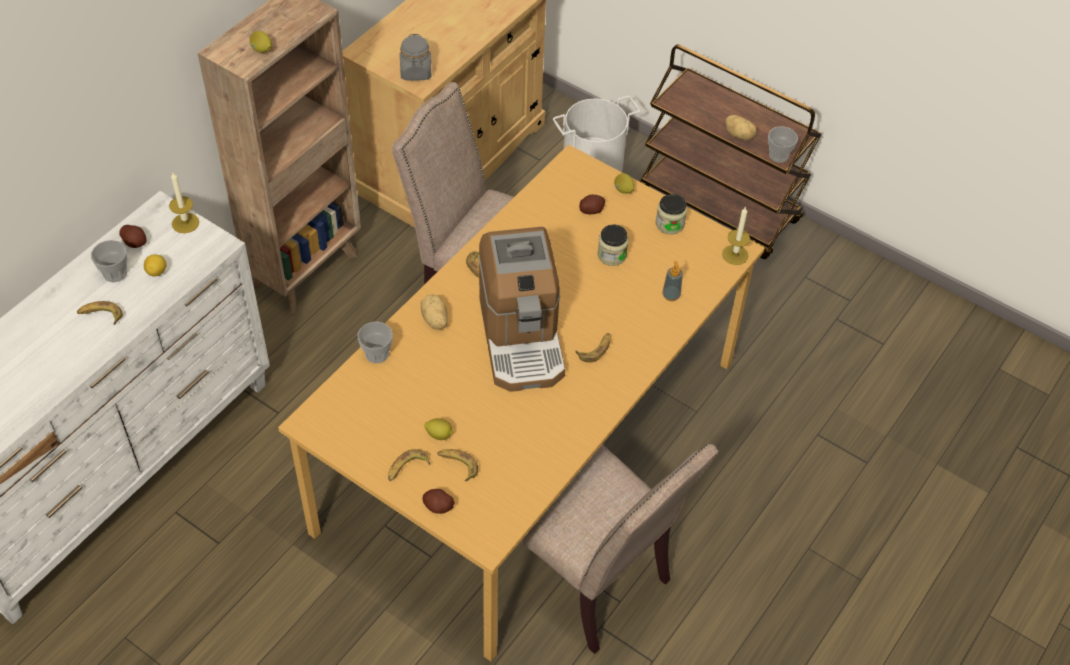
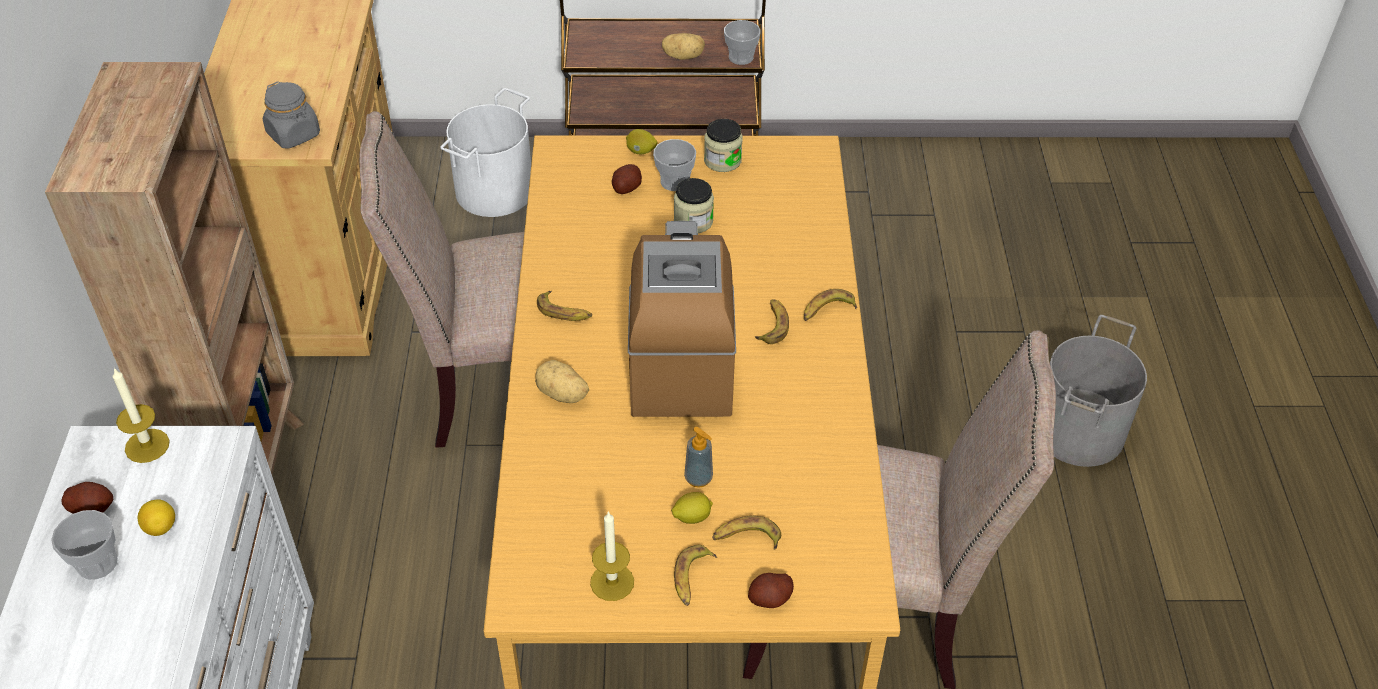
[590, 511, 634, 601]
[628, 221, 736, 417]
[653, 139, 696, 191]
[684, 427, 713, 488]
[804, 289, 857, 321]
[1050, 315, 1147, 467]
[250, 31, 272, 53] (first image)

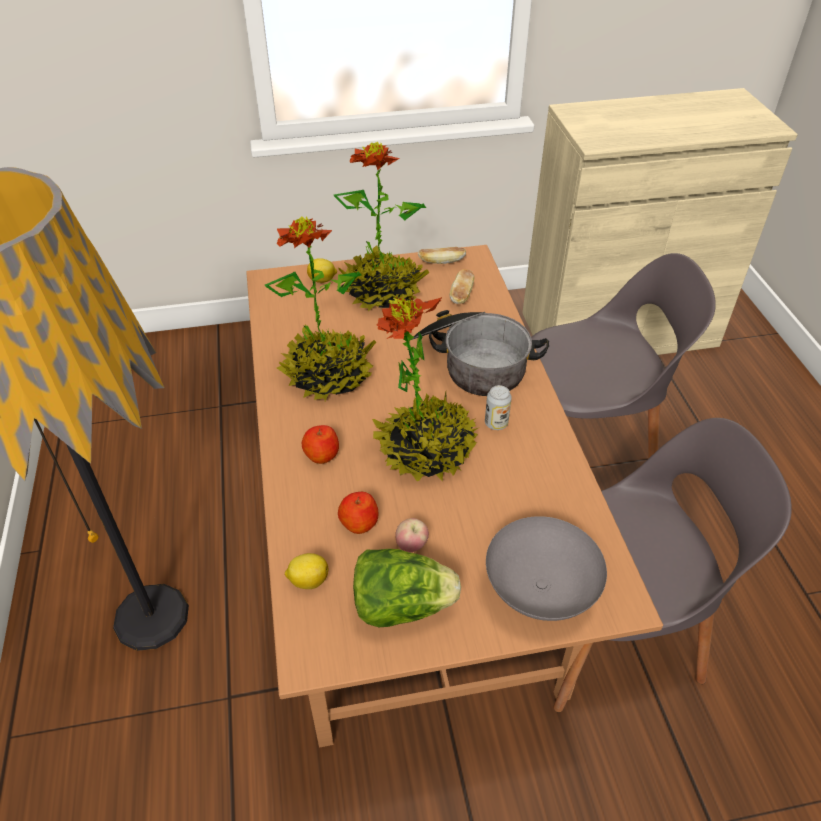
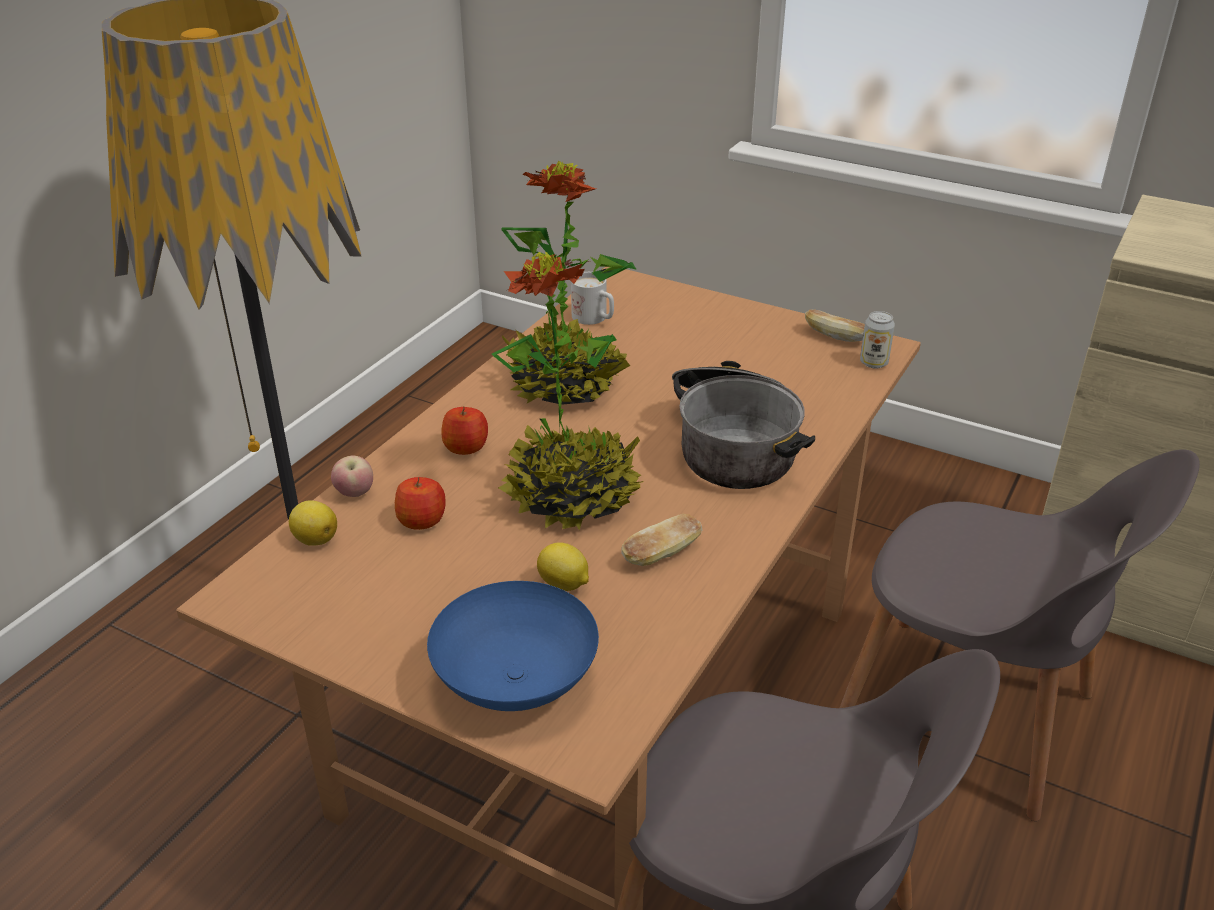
[331, 455, 373, 497]
[427, 581, 599, 711]
[537, 542, 589, 591]
[571, 272, 614, 325]
[621, 514, 702, 566]
[860, 311, 895, 369]
[334, 142, 430, 311] (first image)
[353, 549, 461, 627] (first image)

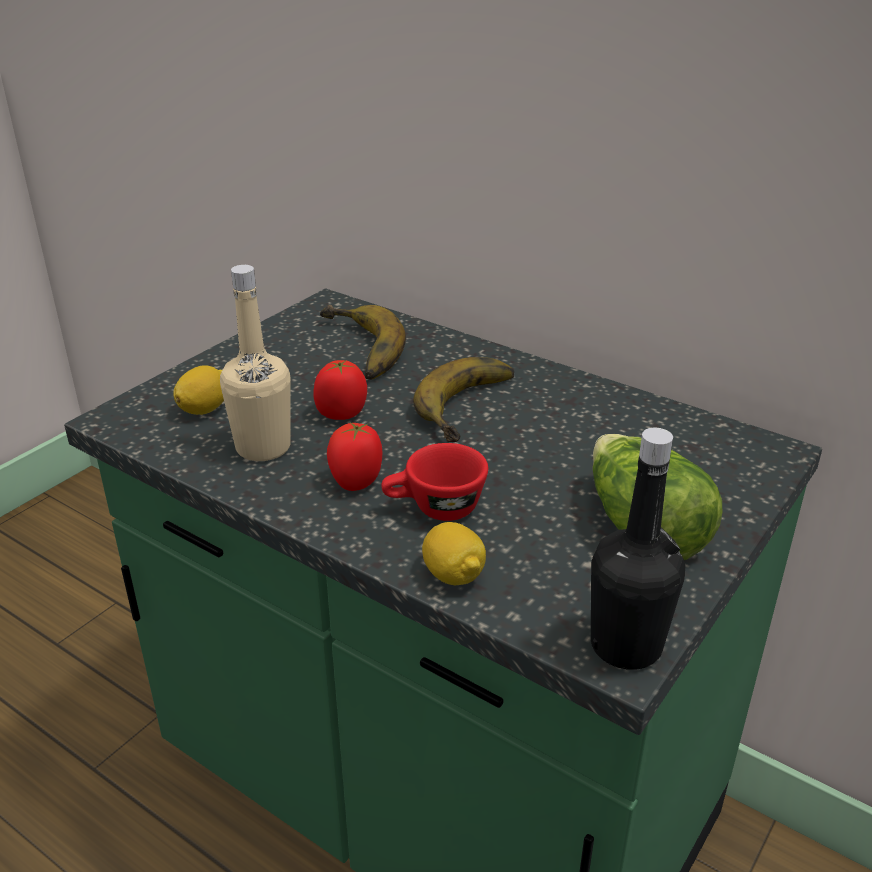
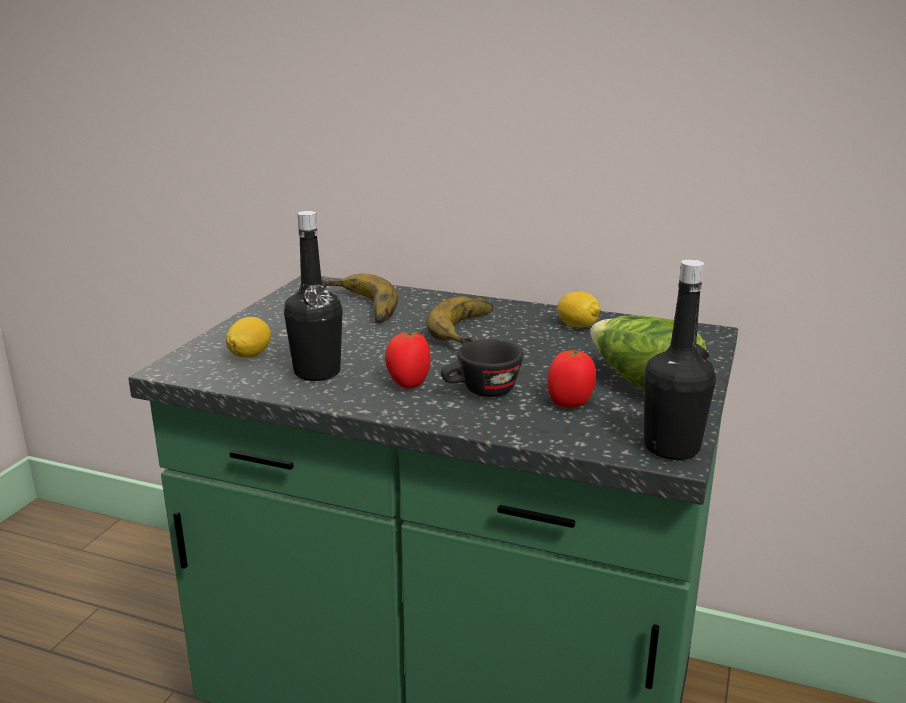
[284, 211, 343, 381]
[441, 339, 523, 397]
[547, 350, 597, 408]
[557, 291, 601, 328]

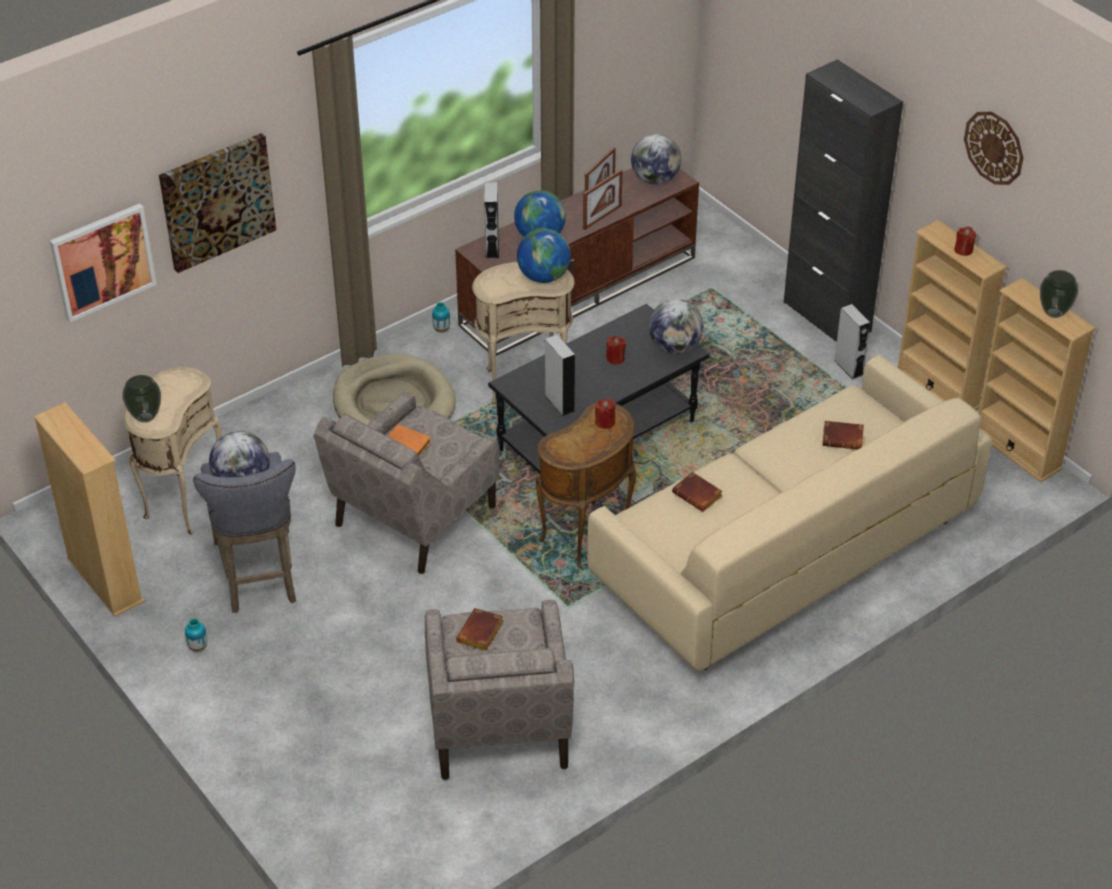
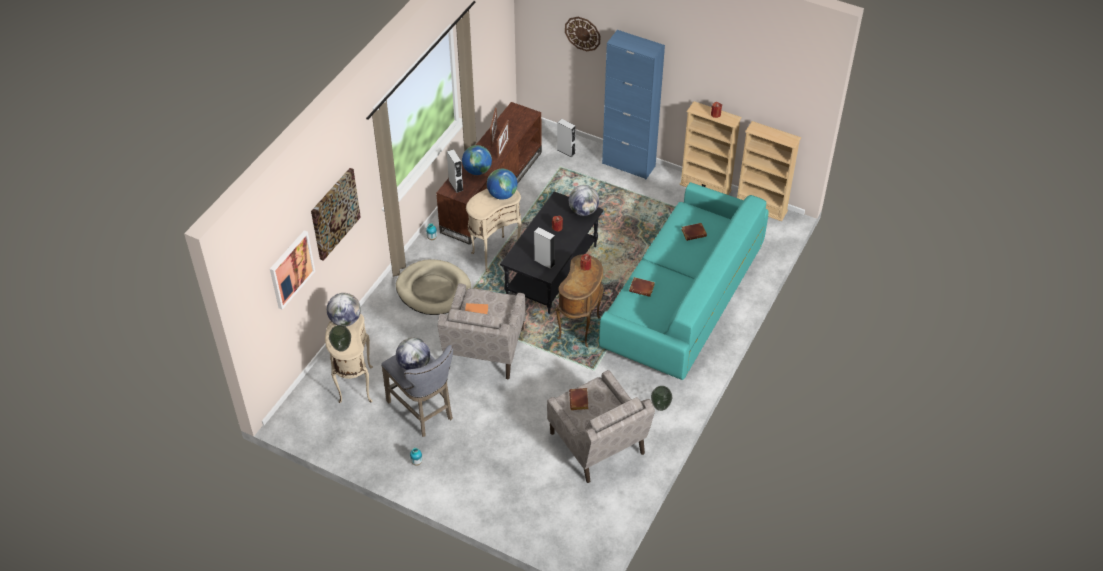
[327, 293, 361, 326]
[557, 119, 576, 157]
[565, 17, 600, 51]
[599, 182, 769, 380]
[602, 30, 665, 179]
[651, 386, 672, 411]
[34, 402, 145, 617] (first image)

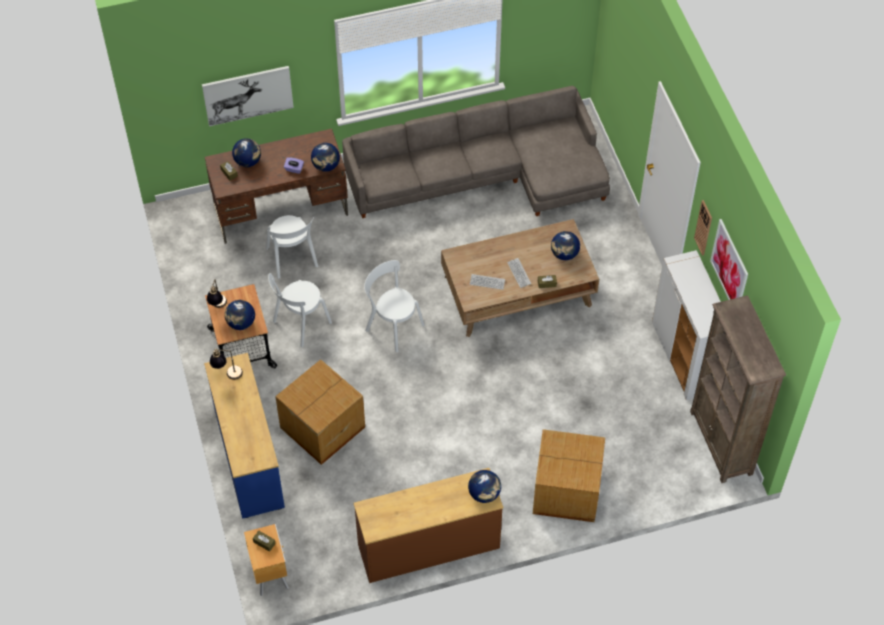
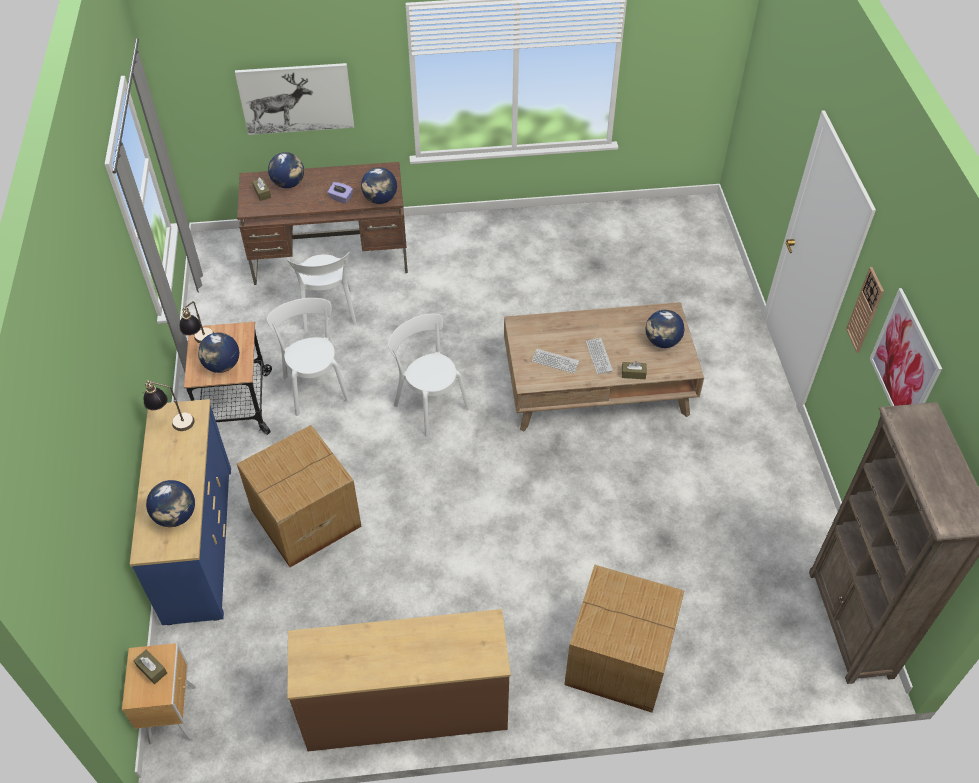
[146, 480, 195, 527]
[267, 298, 350, 416]
[342, 86, 610, 218] (first image)
[652, 250, 721, 400] (first image)

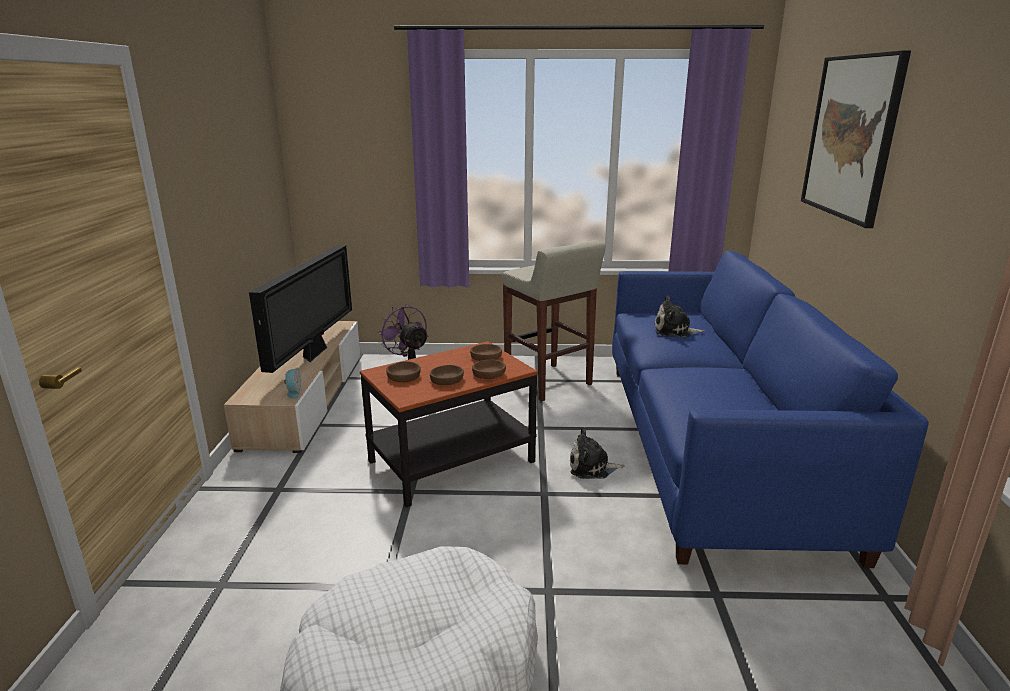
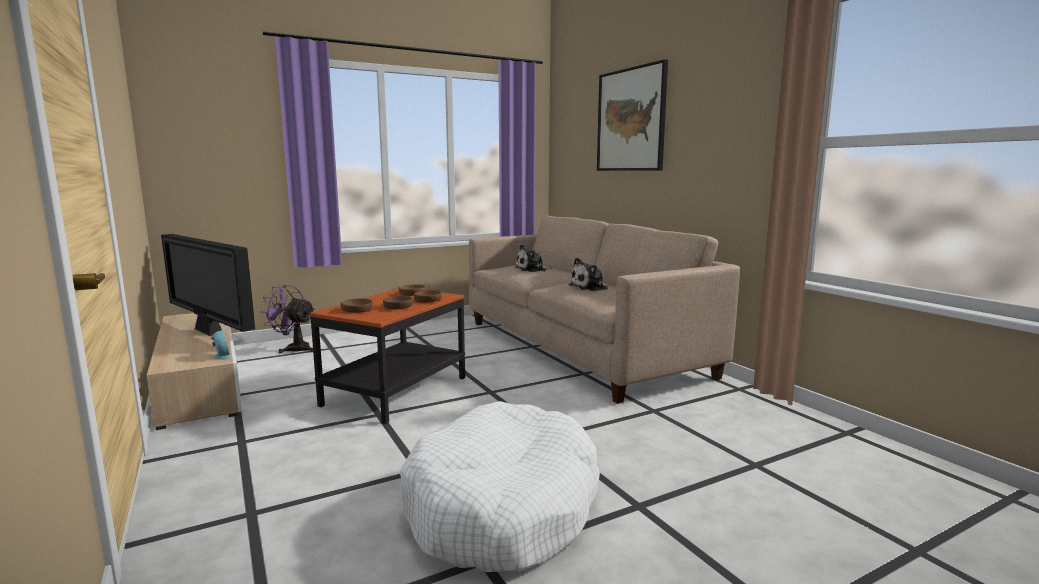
[161, 234, 255, 336]
[469, 216, 740, 404]
[568, 258, 610, 291]
[502, 240, 606, 401] (first image)

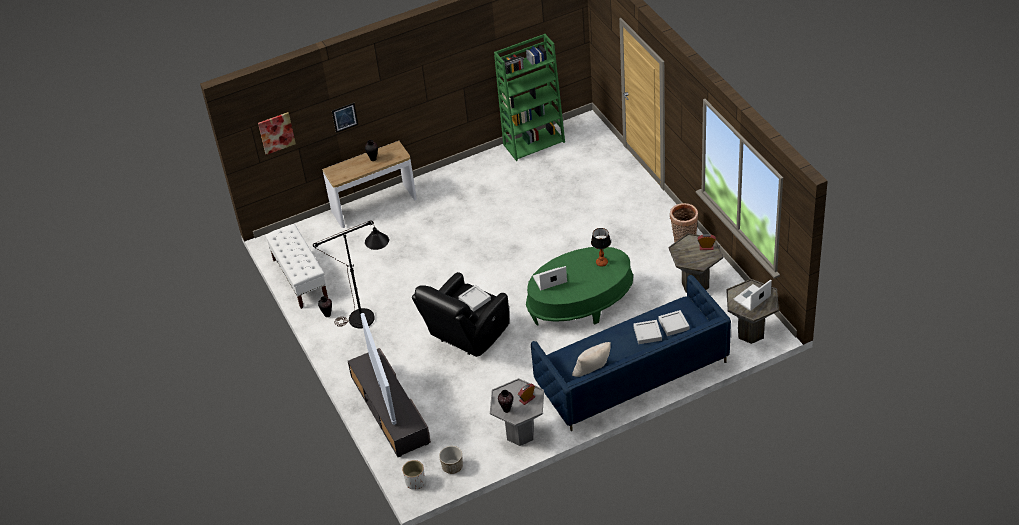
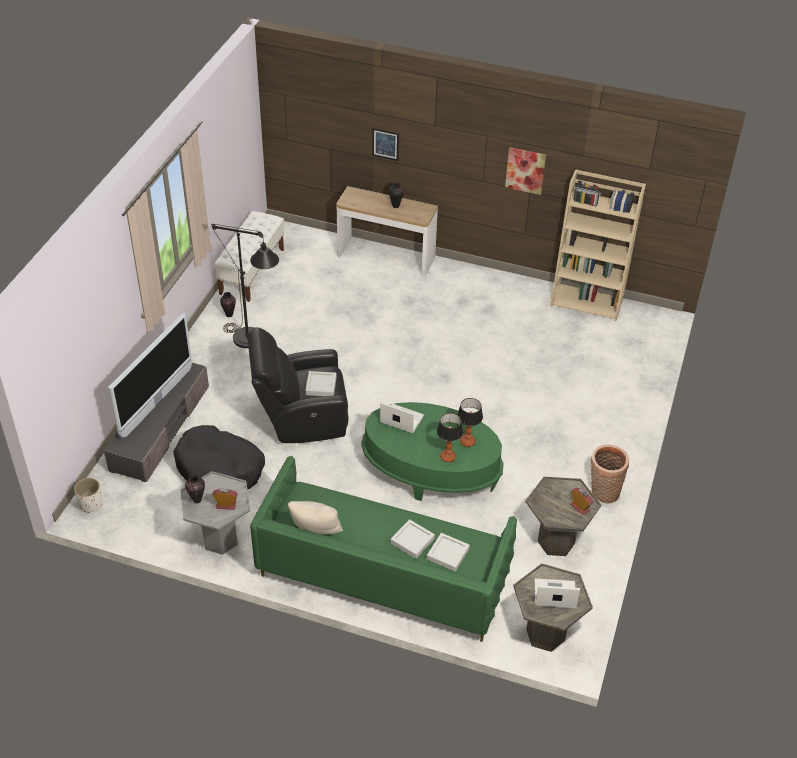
[173, 425, 265, 489]
[250, 456, 517, 642]
[437, 413, 463, 462]
[505, 147, 546, 195]
[550, 169, 646, 321]
[439, 446, 463, 474] (first image)

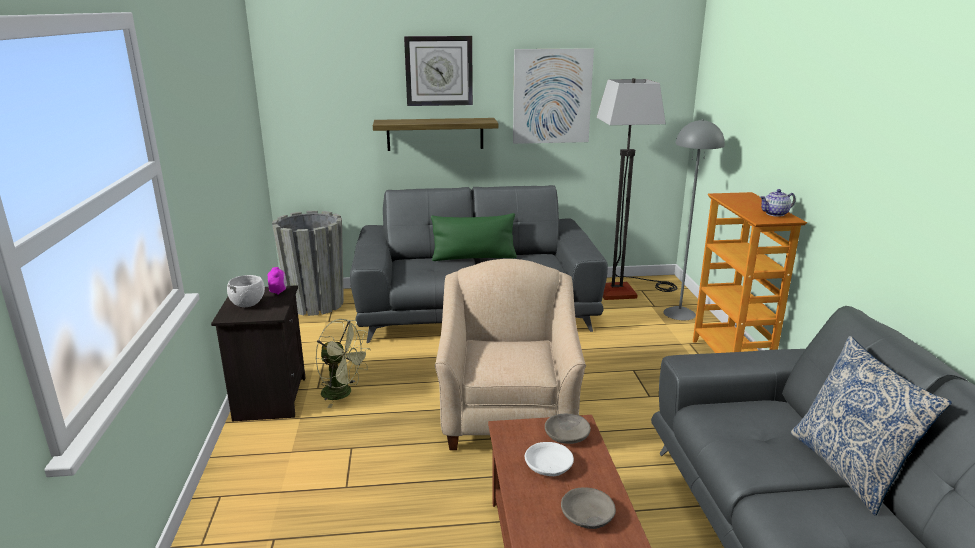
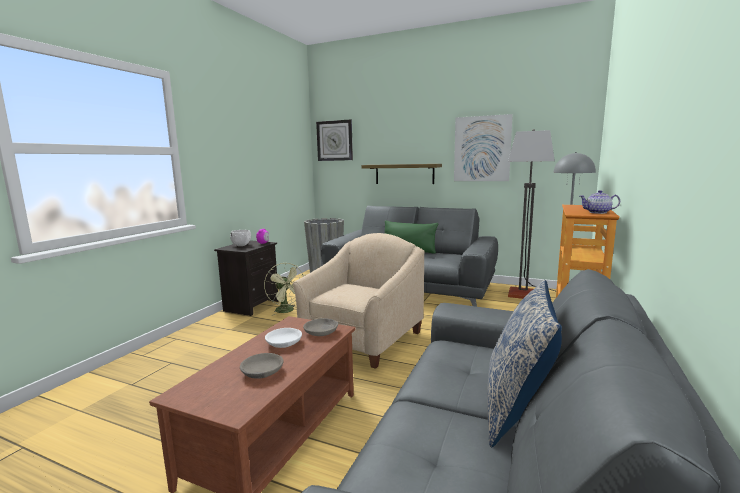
[316, 119, 353, 161]

